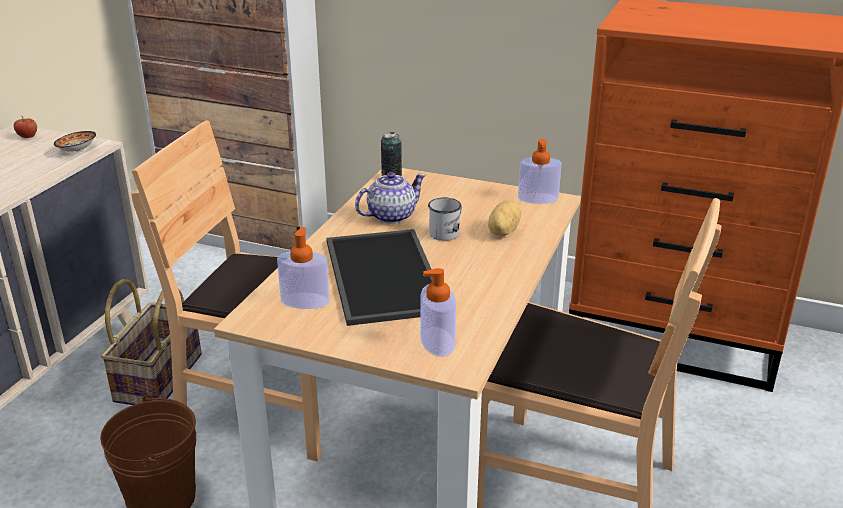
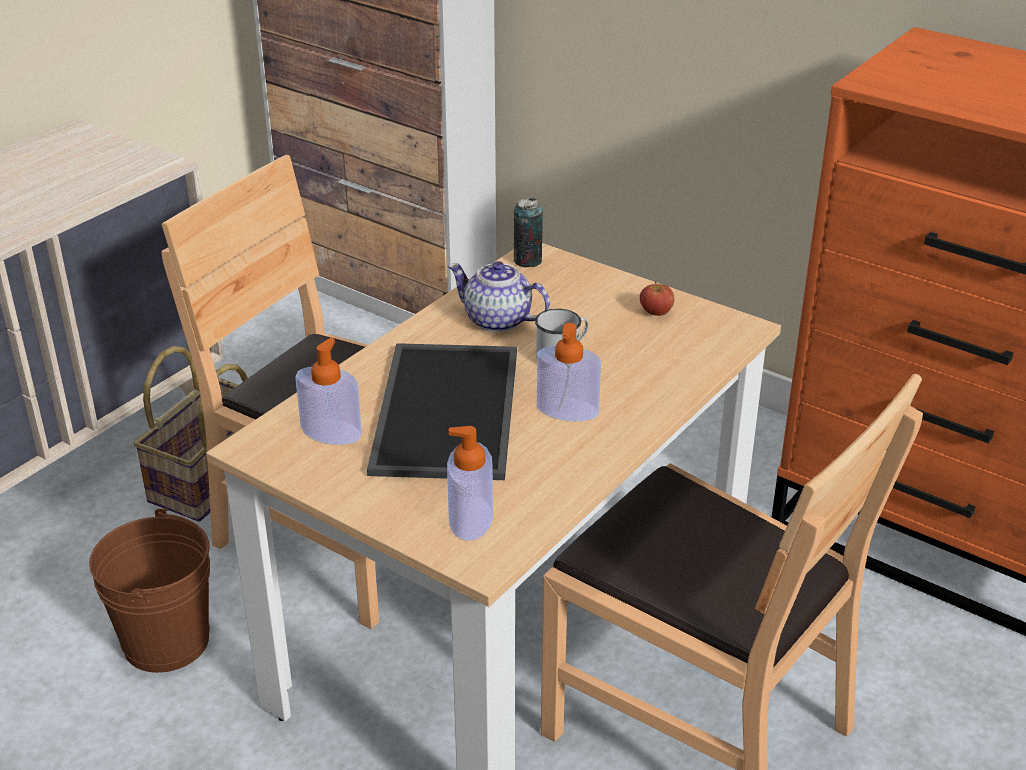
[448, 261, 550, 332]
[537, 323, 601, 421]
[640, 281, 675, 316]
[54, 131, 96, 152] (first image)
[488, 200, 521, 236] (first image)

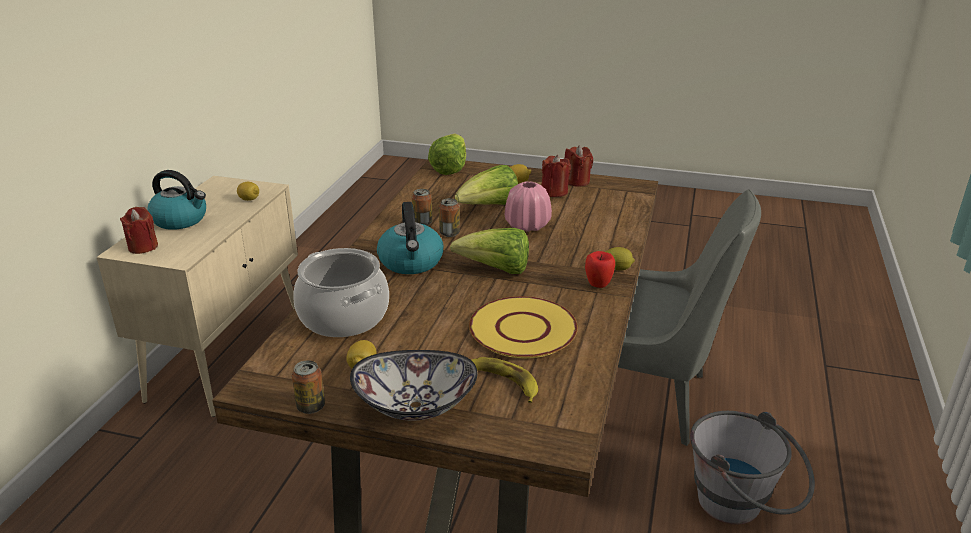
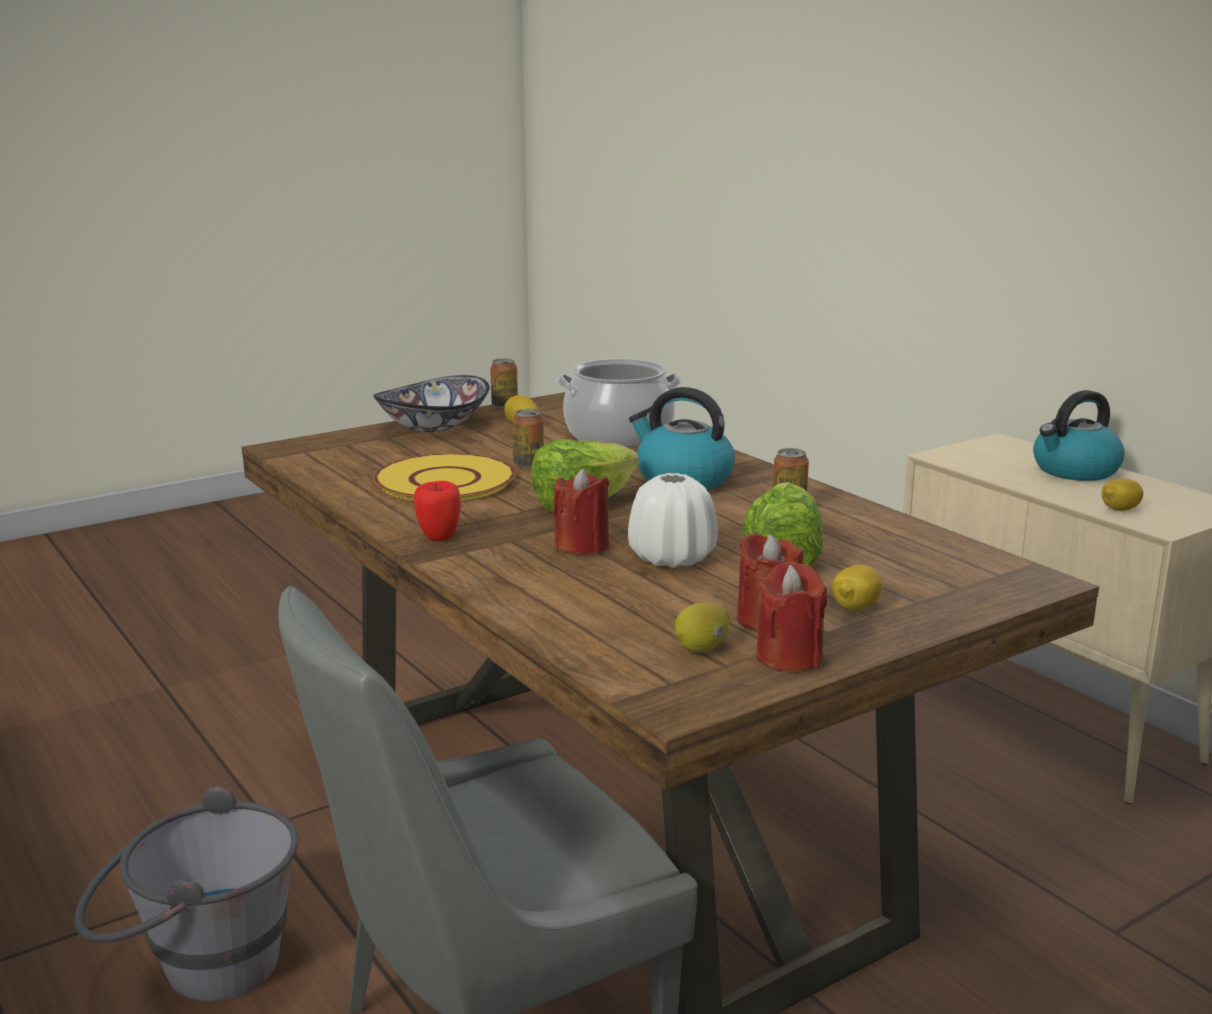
[512, 409, 544, 468]
[554, 468, 610, 555]
[628, 473, 718, 568]
[675, 603, 730, 652]
[428, 133, 466, 175] (first image)
[471, 357, 538, 403] (first image)

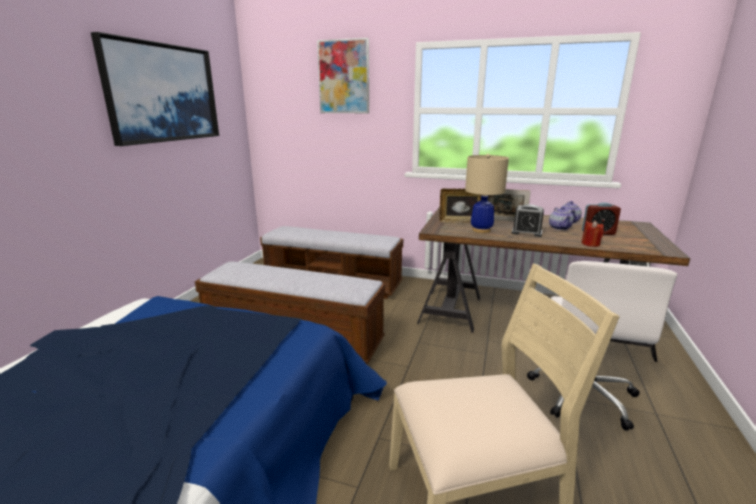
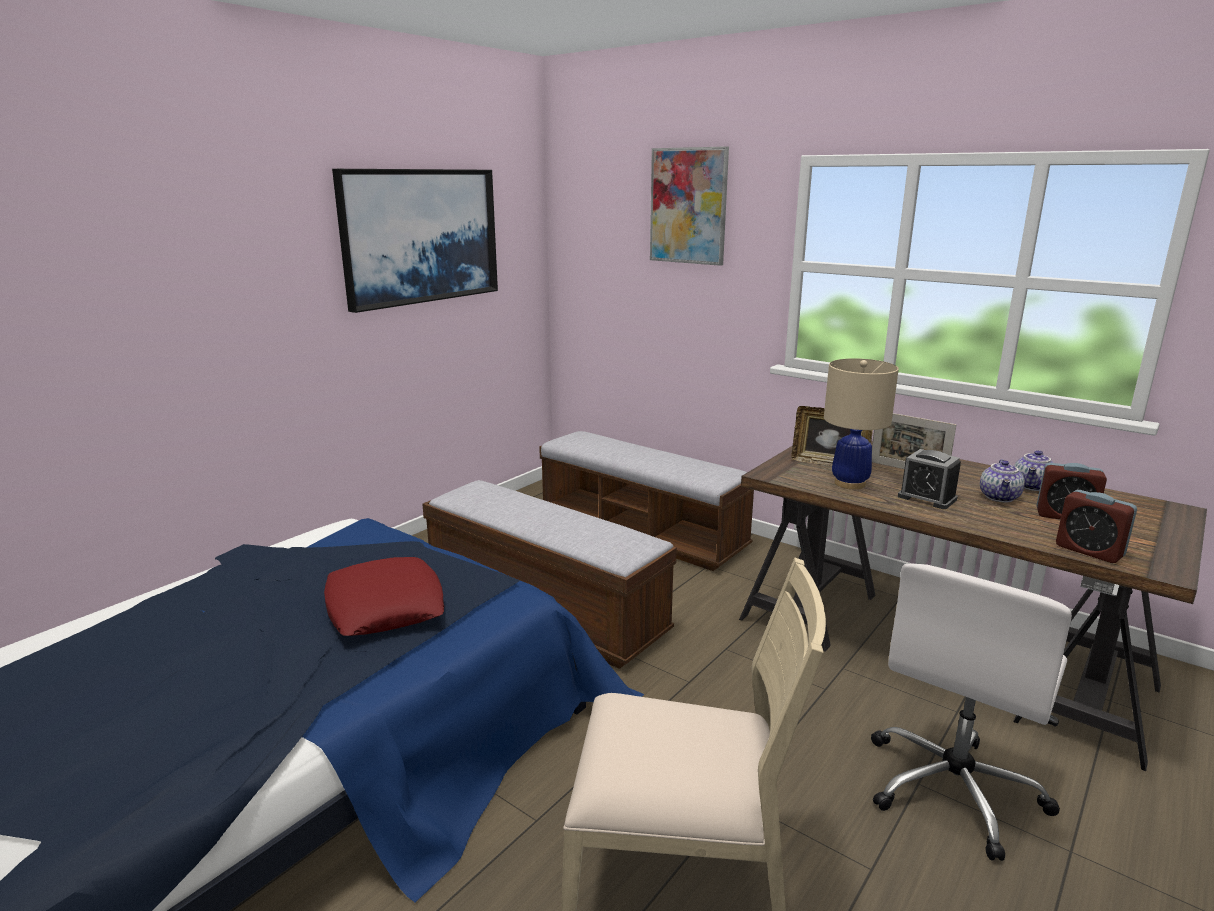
[324, 557, 444, 636]
[1056, 490, 1137, 563]
[582, 221, 604, 247] (first image)

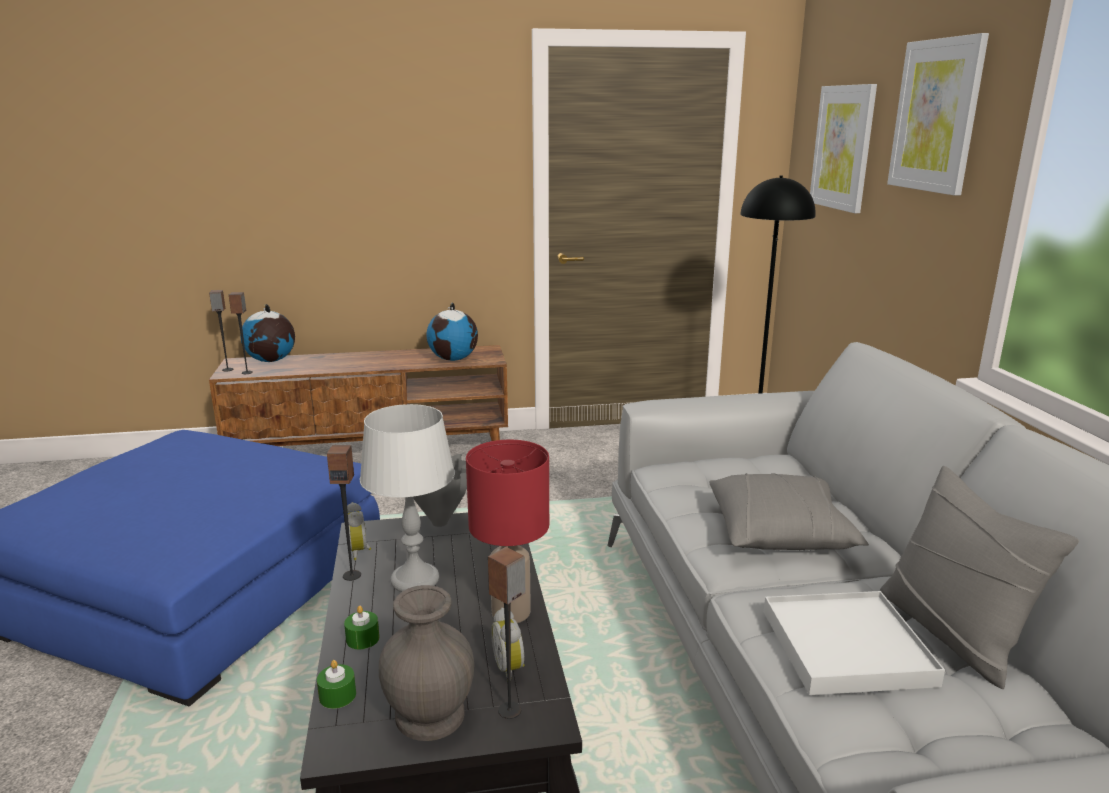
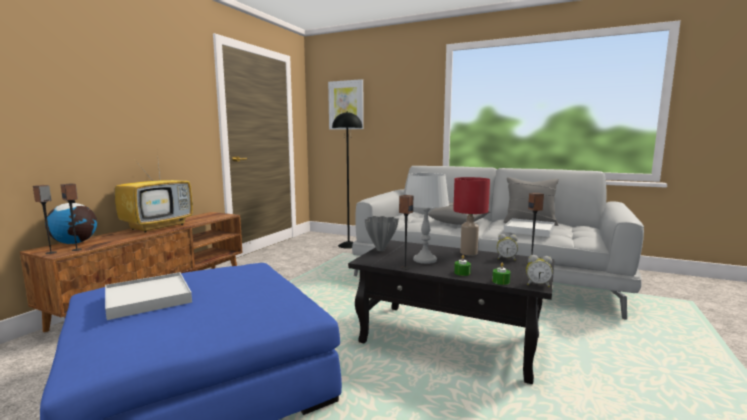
[105, 272, 192, 320]
[115, 153, 193, 233]
[526, 255, 553, 287]
[379, 585, 474, 741] (first image)
[426, 302, 478, 361] (first image)
[887, 33, 989, 195] (first image)

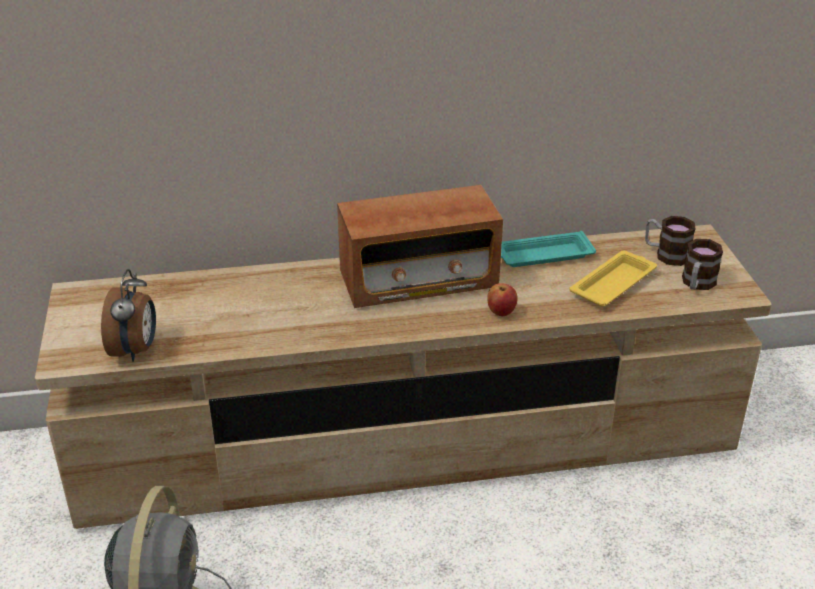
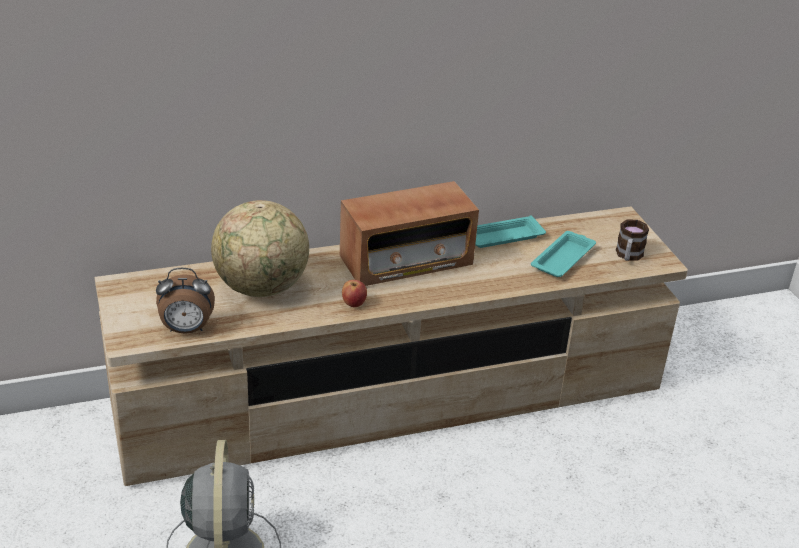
[156, 268, 215, 334]
[211, 200, 309, 297]
[342, 280, 367, 308]
[531, 231, 596, 277]
[645, 216, 696, 266] (first image)

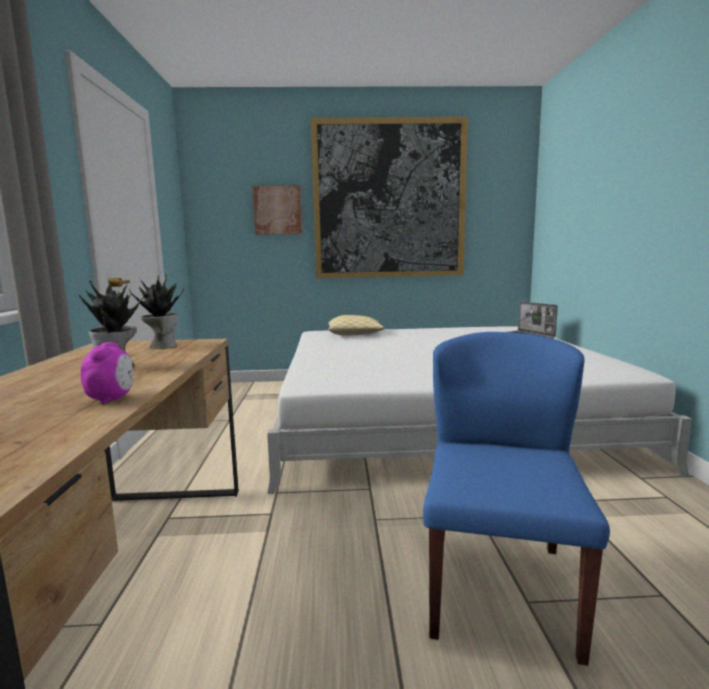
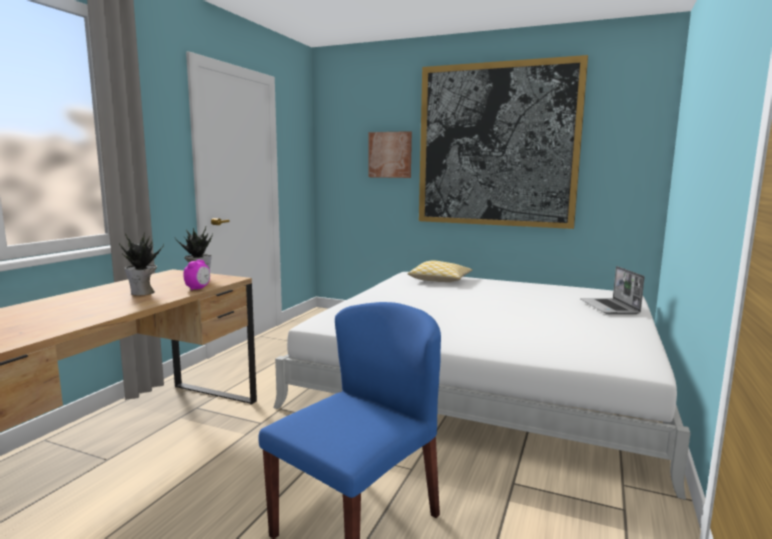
[183, 260, 210, 290]

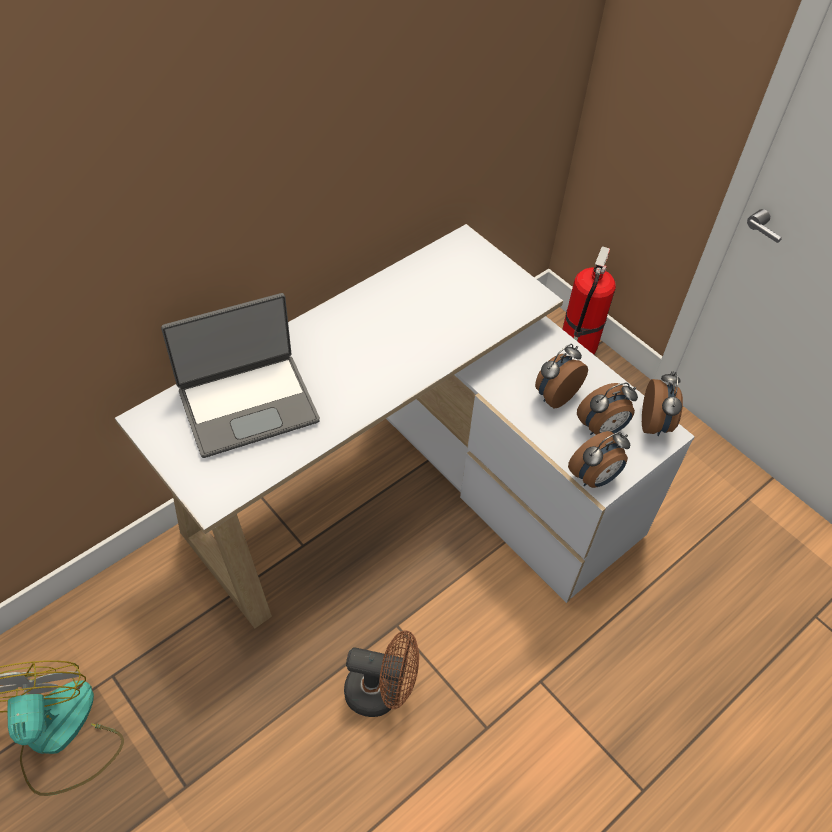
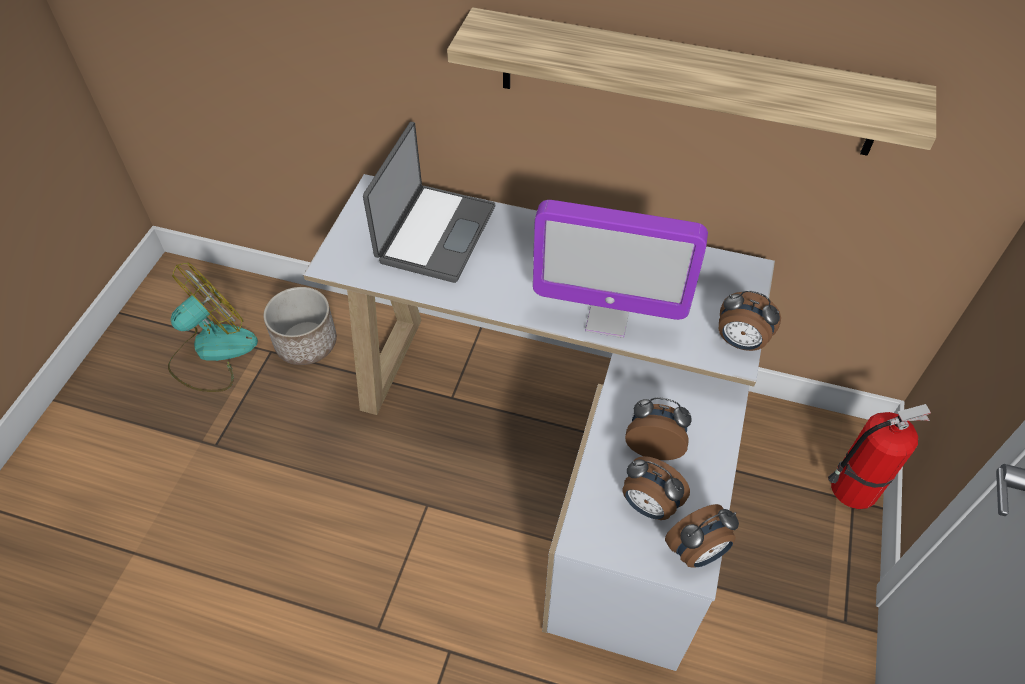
[263, 287, 337, 365]
[363, 122, 495, 283]
[447, 7, 936, 156]
[533, 200, 708, 338]
[719, 290, 781, 351]
[344, 631, 419, 717] (first image)

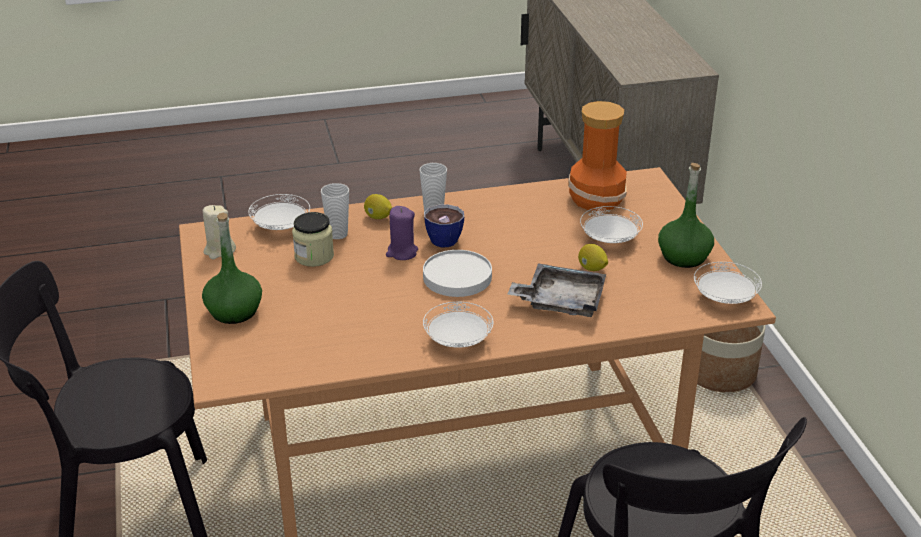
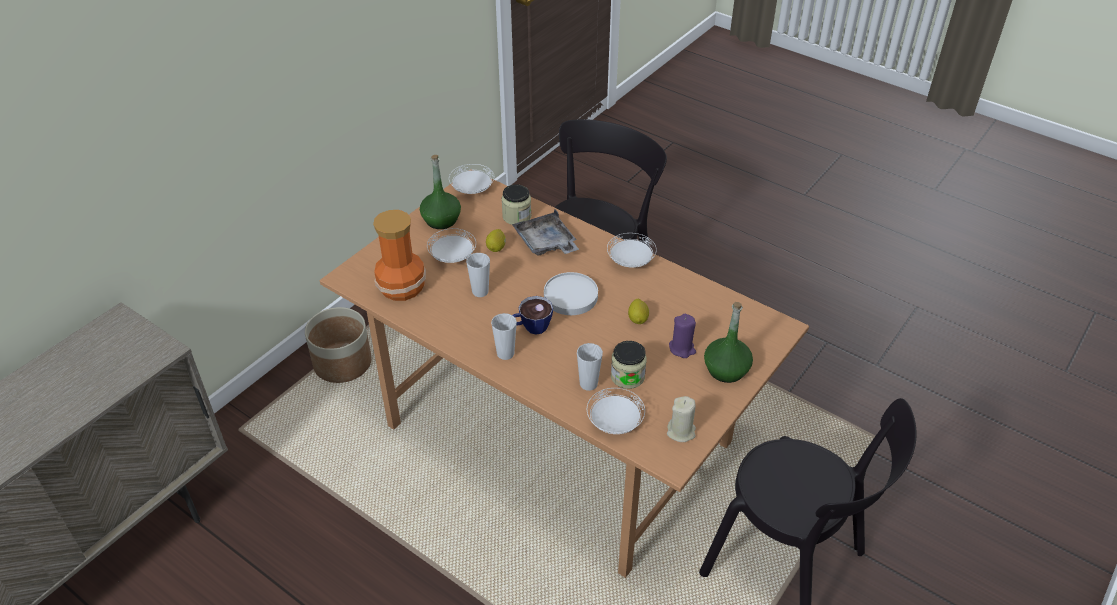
[466, 253, 490, 297]
[502, 185, 531, 225]
[628, 299, 649, 324]
[669, 314, 696, 358]

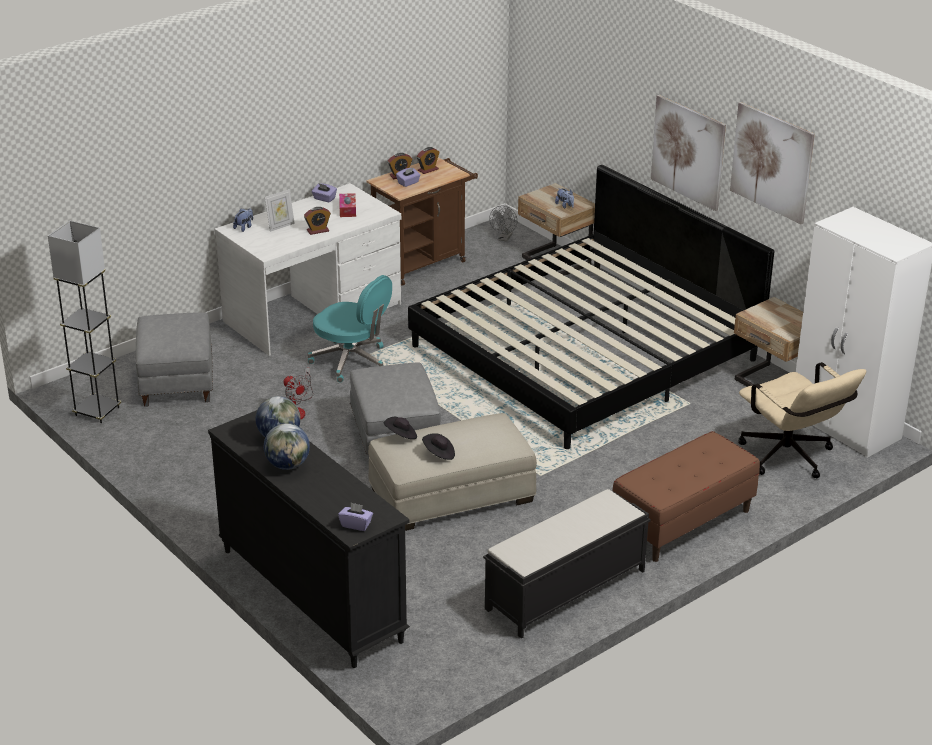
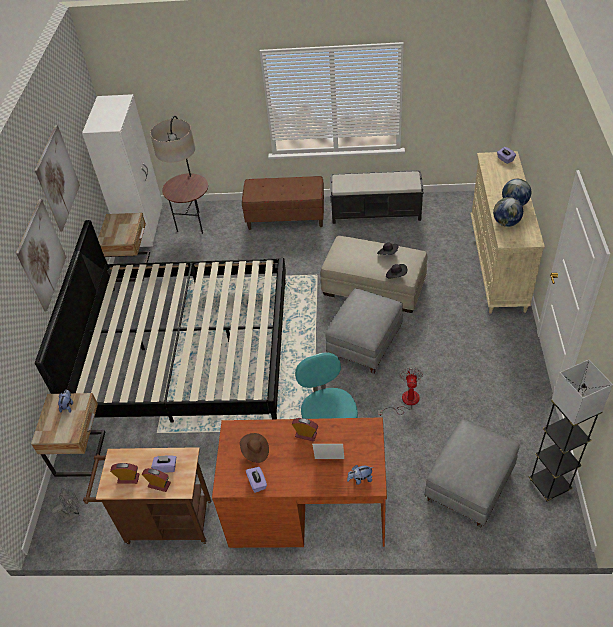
[150, 116, 208, 234]
[212, 417, 387, 548]
[240, 433, 269, 463]
[470, 151, 545, 314]

